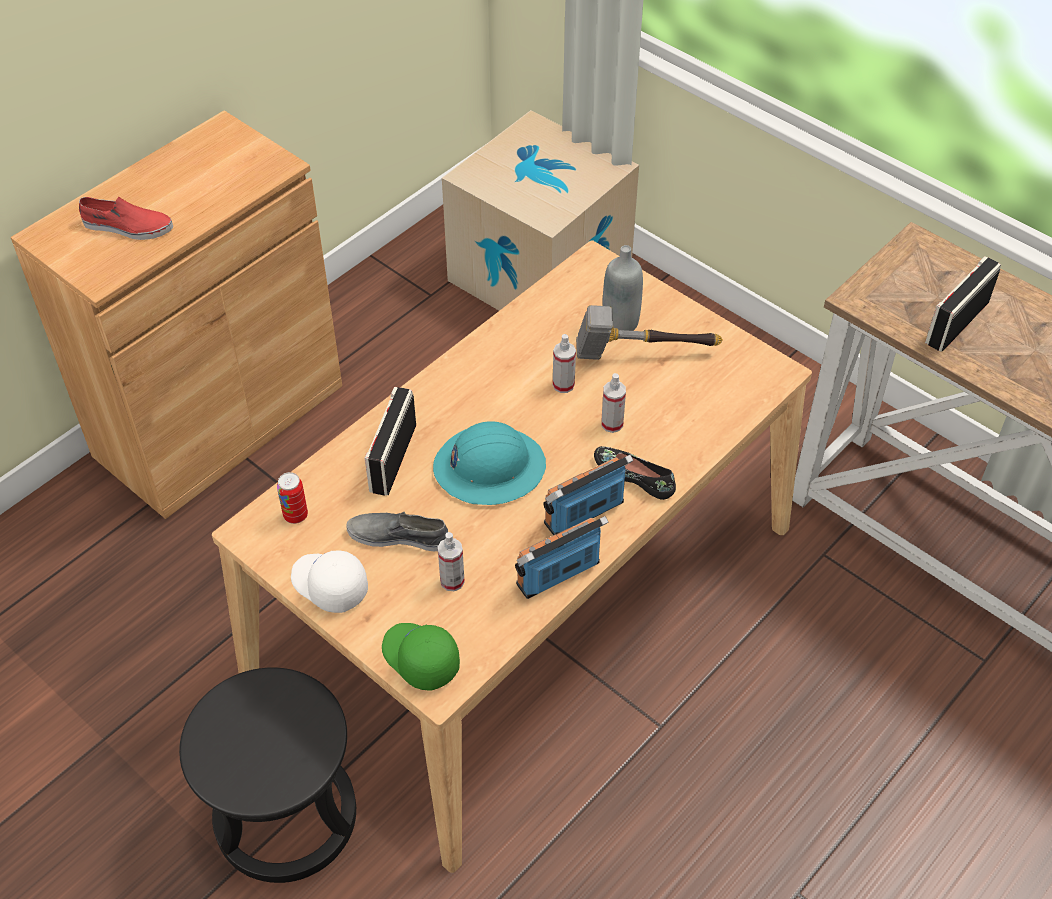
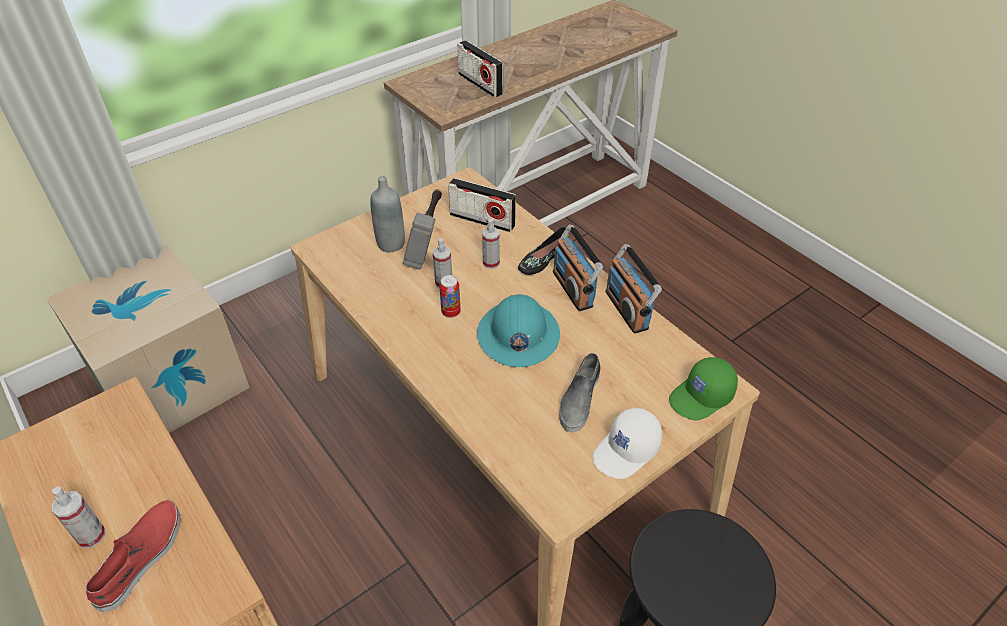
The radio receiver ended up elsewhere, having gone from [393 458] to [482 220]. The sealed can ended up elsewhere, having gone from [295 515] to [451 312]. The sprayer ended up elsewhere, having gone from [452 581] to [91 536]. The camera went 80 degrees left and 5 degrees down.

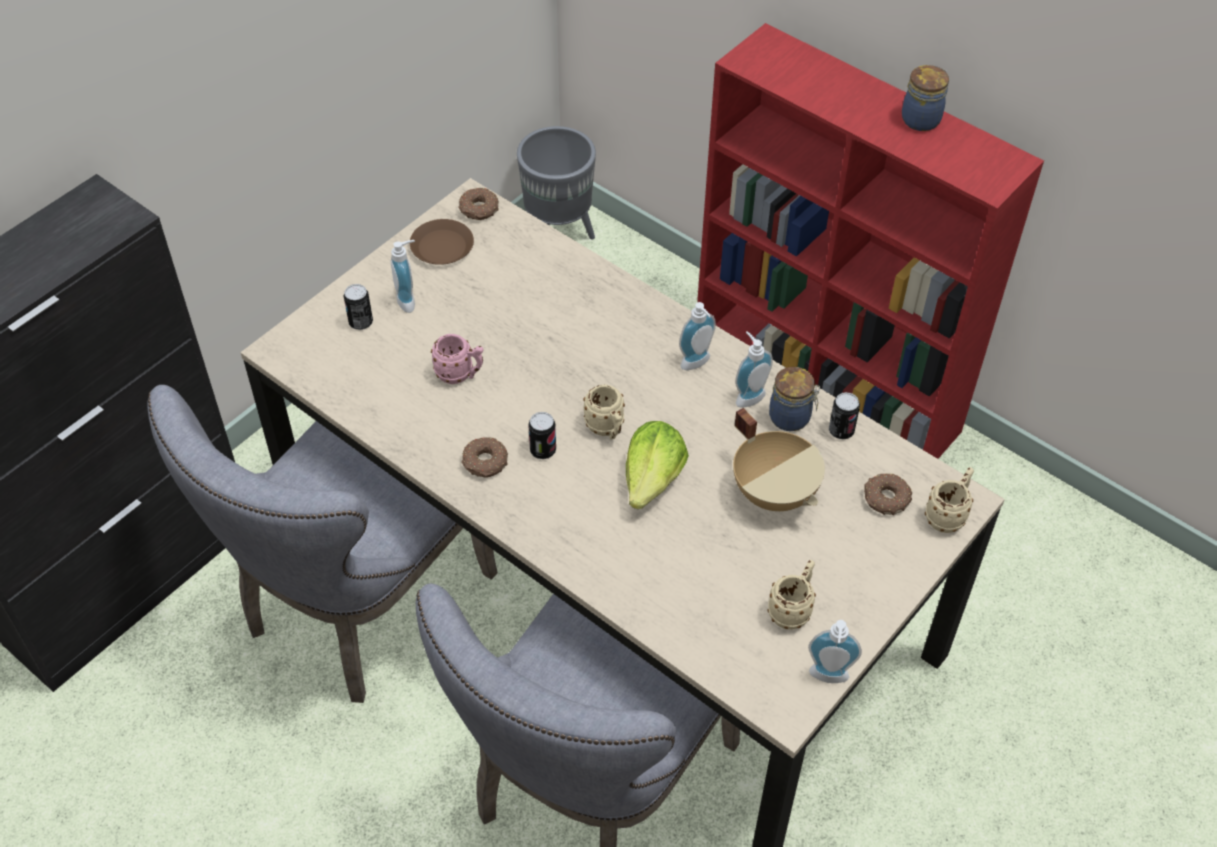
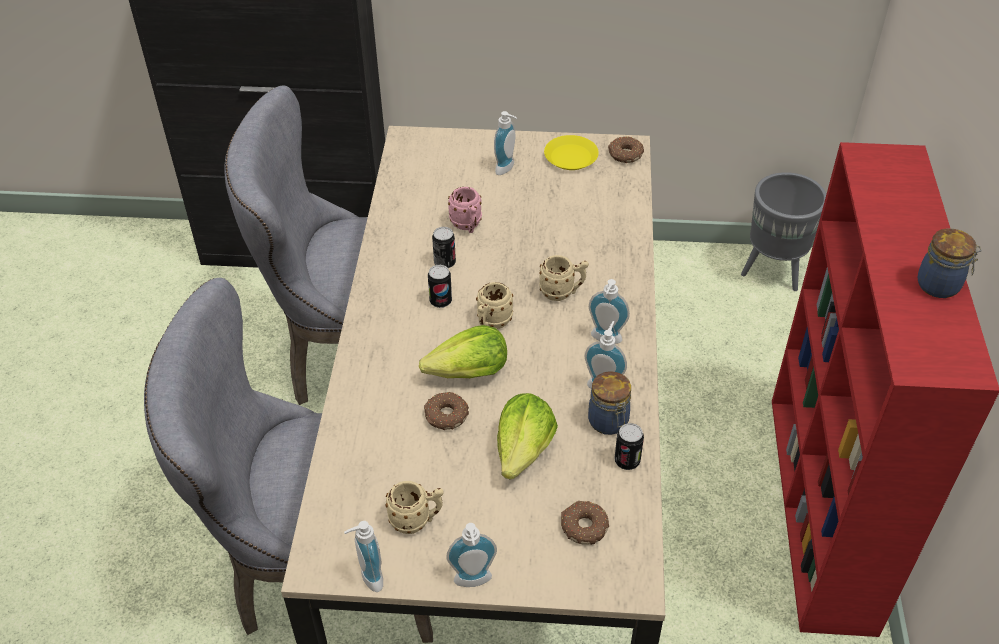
What was the plate/brown at [441 247] turned into the plate/yellow-coloured at [570 157]. The sealed can ended up elsewhere, having gone from [361 322] to [444 262]. Where the saucepot/beige-coloured stood at [775 492], the head of lettuce came to stand at [524 450]. The donut ended up elsewhere, having gone from [485 463] to [445 416]. The tea mug/beige-coloured ended up elsewhere, having gone from [948 515] to [562 292]. The second view gained the soap dispenser at [473 582]. The camera went 55 degrees right and 5 degrees down.

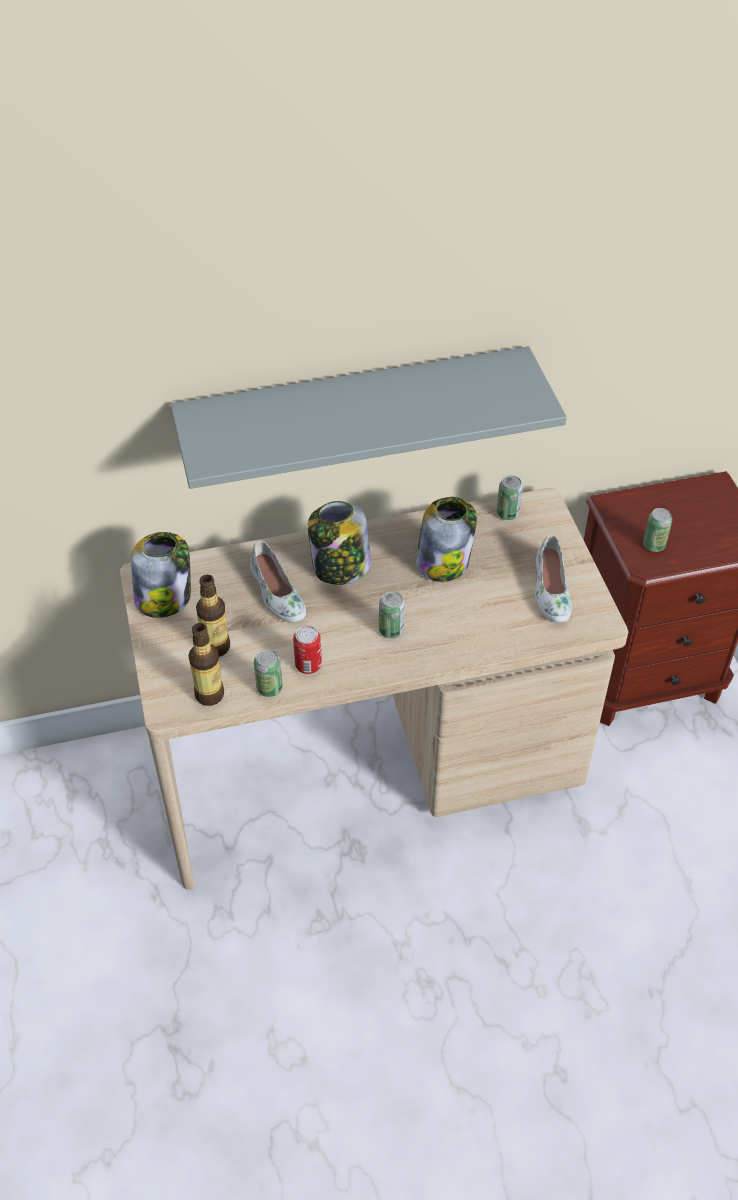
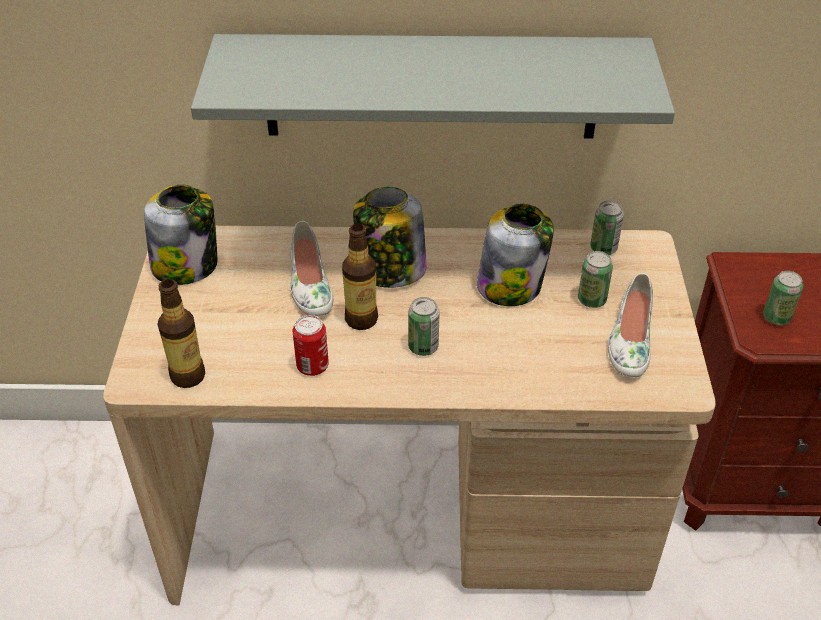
The beverage bottle ended up elsewhere, having gone from [216 647] to [361 319]. The sealed can ended up elsewhere, having gone from [269 688] to [591 300]. The camera went 15 degrees right and 5 degrees down.

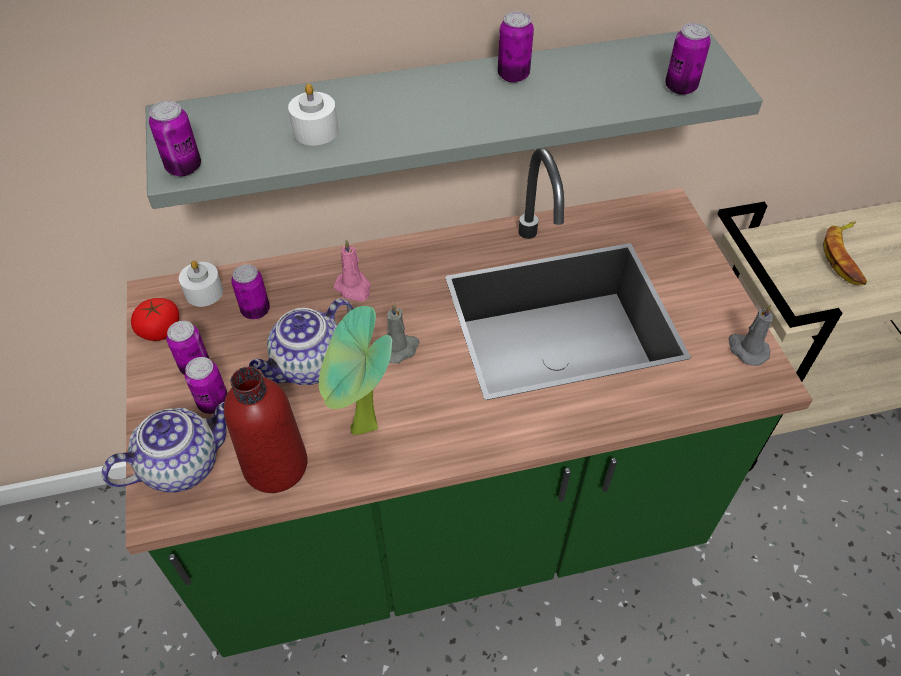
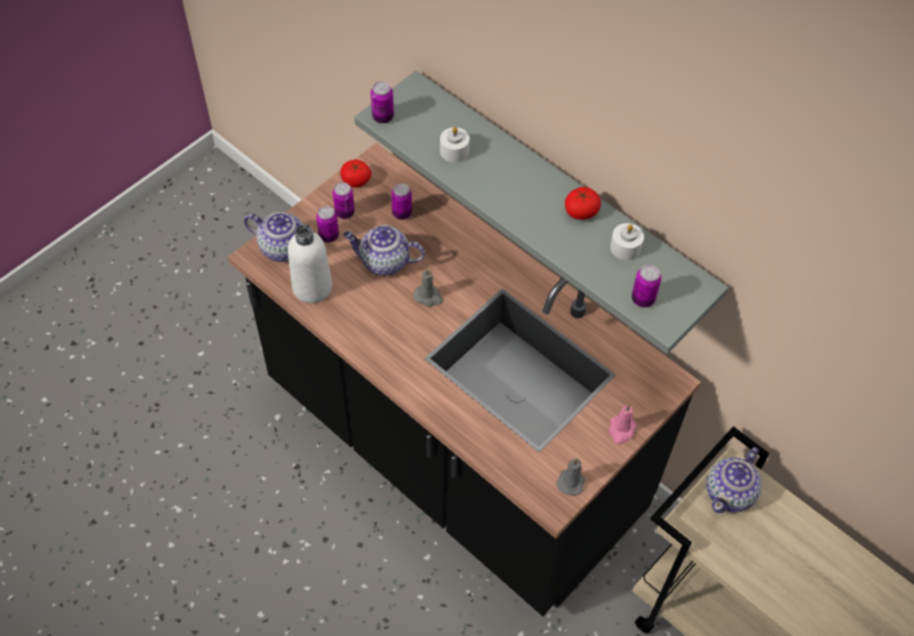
Where the sealed can stood at [513 75], the fresh tomato came to stand at [581 211]. What was the kitchen counter/green-coloured at [450 520] turned into the kitchen counter/blackish at [453 449]. The second view lost the banana fruit at [845 257]. The wax light/pink-coloured ended up elsewhere, having gone from [354 288] to [621 430]. The wax light/whitish ended up elsewhere, having gone from [204 292] to [625 247]. The second view lost the potted plant at [362 432]. What was the beverage bottle/red at [275 465] turned into the beverage bottle/whitish at [312 287]. The second view gained the tea pot at [730 493]. The camera went 55 degrees right and 5 degrees up.

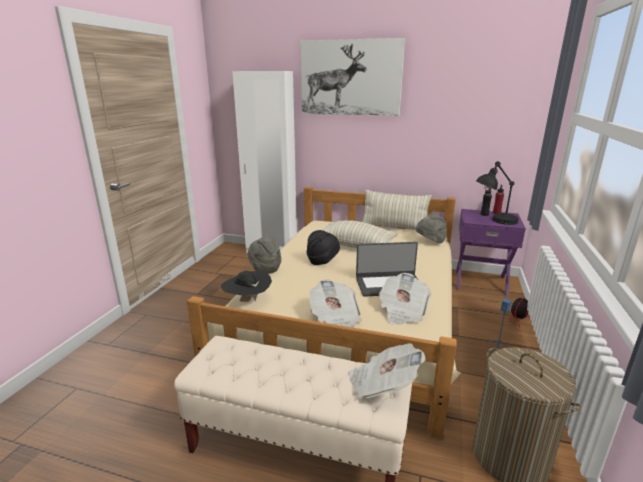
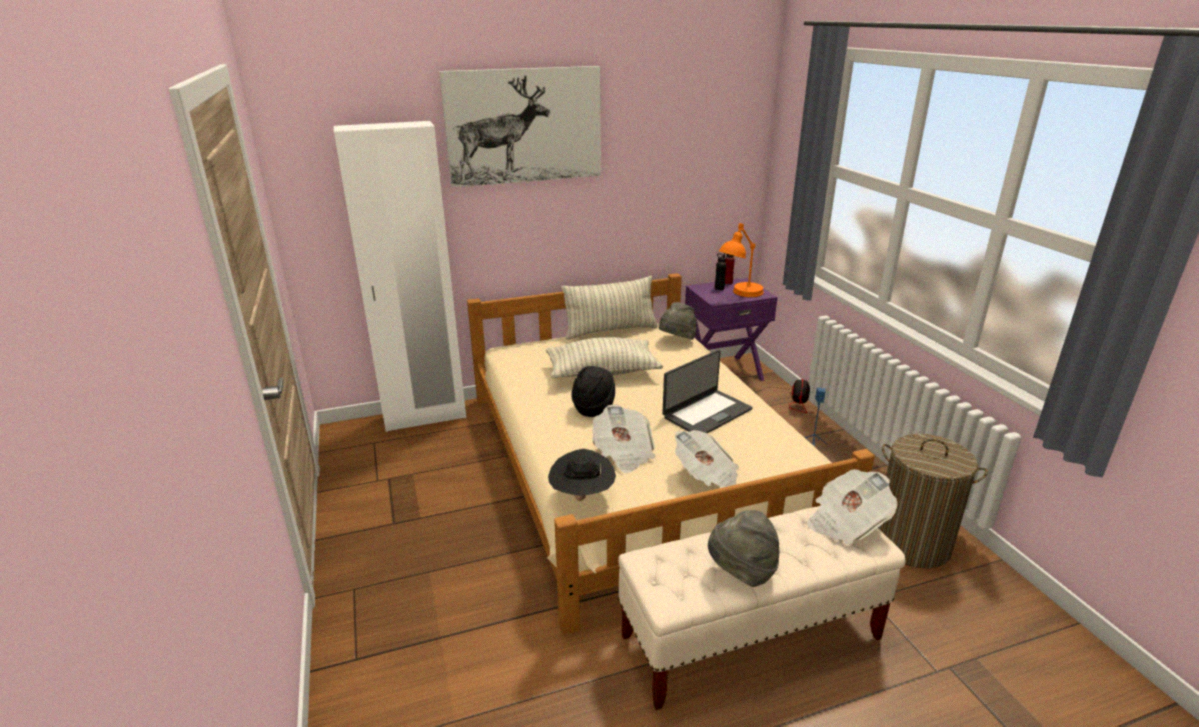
What was the lamp for a table/blackish at [494 221] turned into the lamp for a table/orange-coloured at [740 295]. The hat/greyish ended up elsewhere, having gone from [265 269] to [742 572]. The daily paper ended up elsewhere, having gone from [402 311] to [623 453]. The camera went 35 degrees left and 5 degrees up.

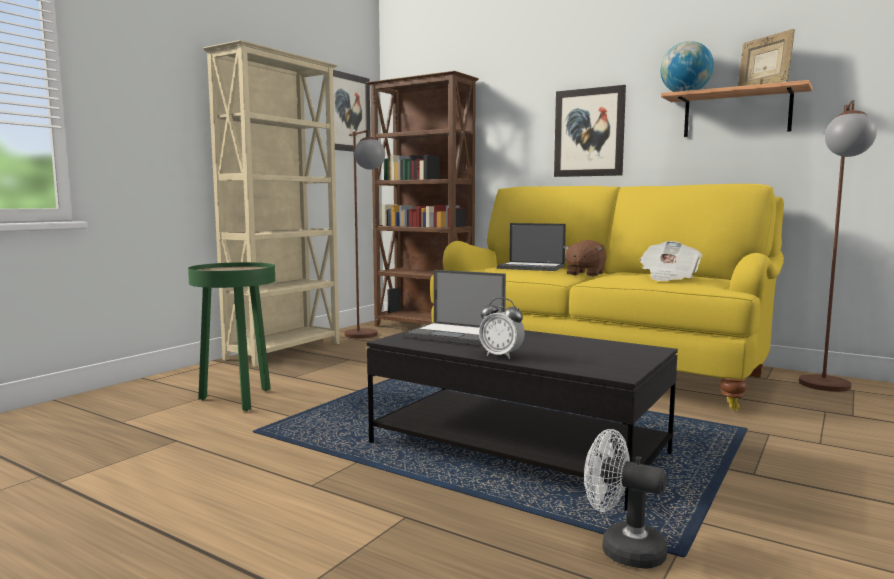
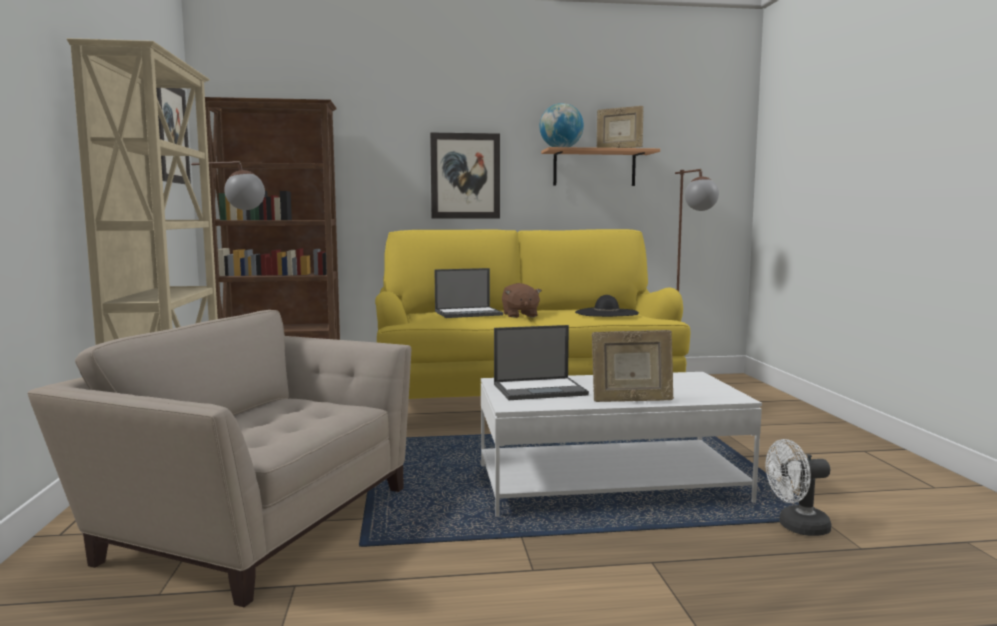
Where the daily paper stood at [668 278], the hat/blackish came to stand at [606 313]. Where the accent table/green-coloured stood at [239 400], the armchair/beige-coloured came to stand at [256 520]. Where the table clock stood at [501 356], the photo frame came to stand at [631 401]. What was the coffee table/blackish at [518 449] turned into the coffee table/whitish at [609 484]. The camera went 40 degrees left and 0 degrees up.

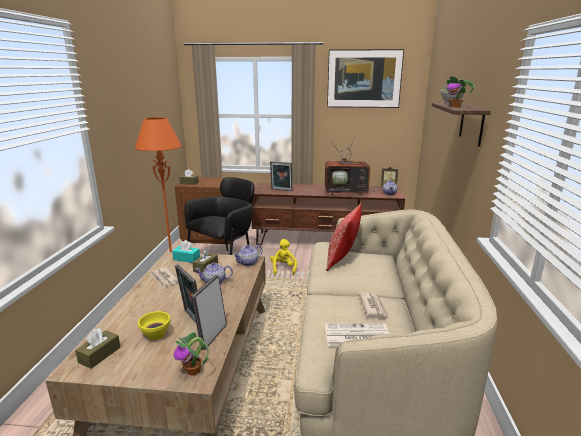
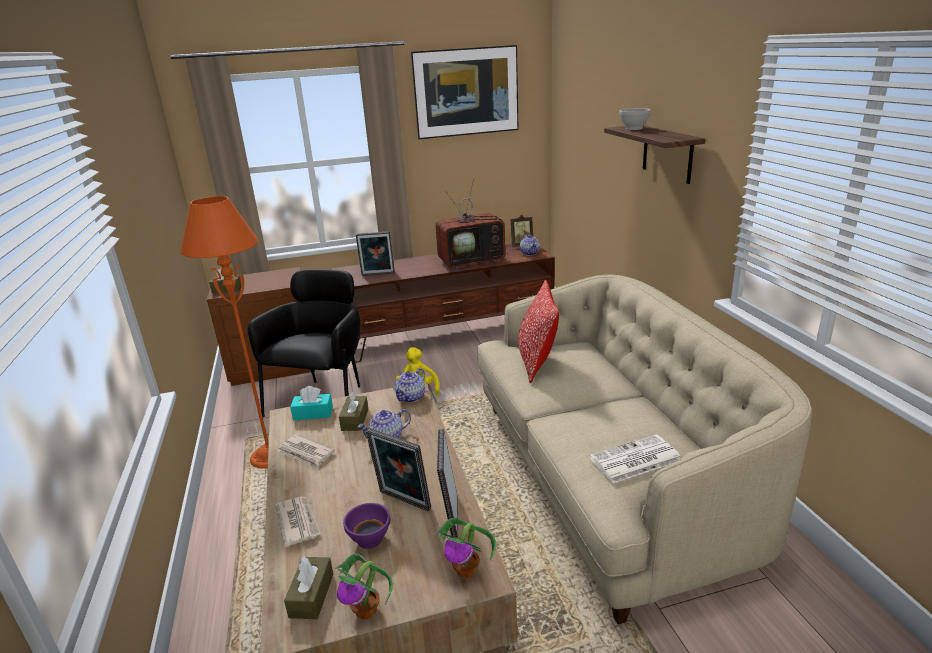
The potted plant ended up elsewhere, having gone from [455 106] to [367 610]. The daily paper ended up elsewhere, having gone from [373 306] to [298 522]. What was the deep dish/yellow-coloured at [155 335] turned into the deep dish/purple at [369 539]. The camera went 20 degrees left and 5 degrees up.

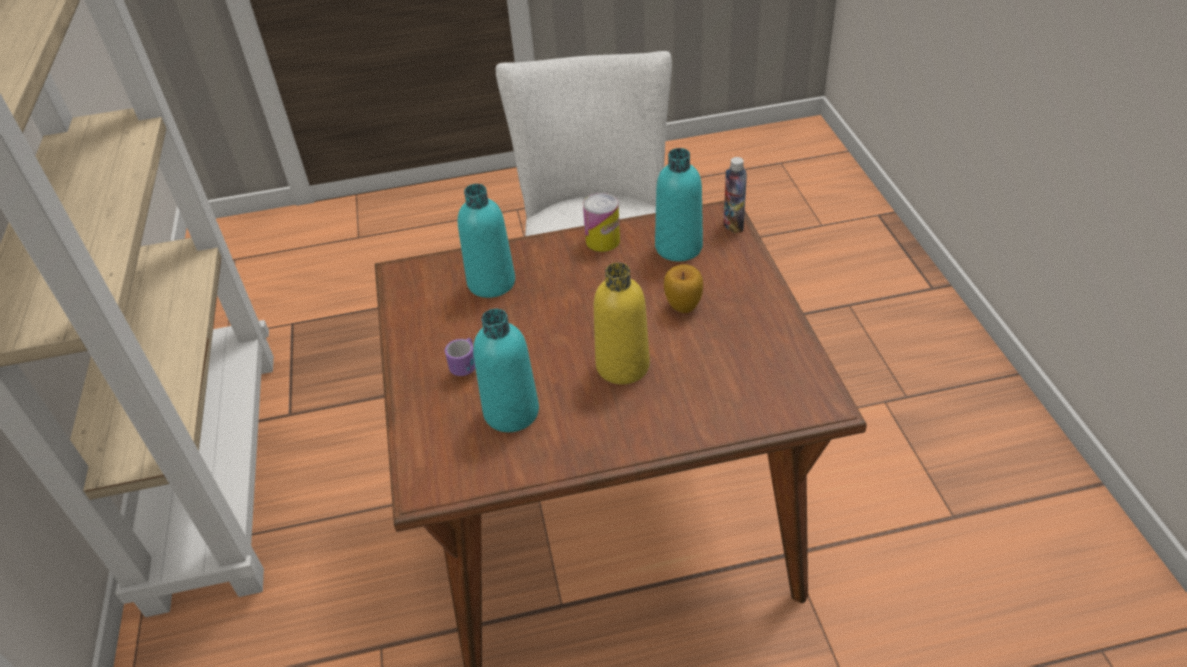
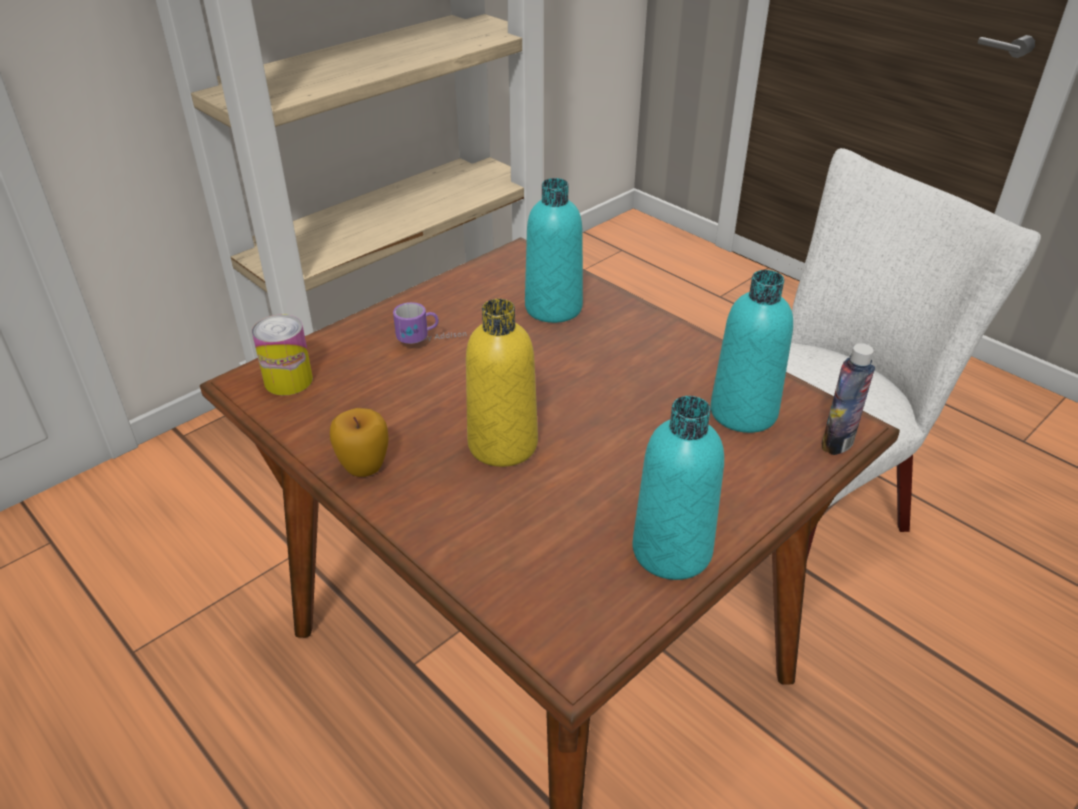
The sealed can ended up elsewhere, having gone from [603 240] to [288 380]. The apple fruit ended up elsewhere, having gone from [683 306] to [364 466]. The beverage bottle/blue-green ended up elsewhere, having gone from [511 412] to [671 551]. The camera went 55 degrees right and 5 degrees down.

